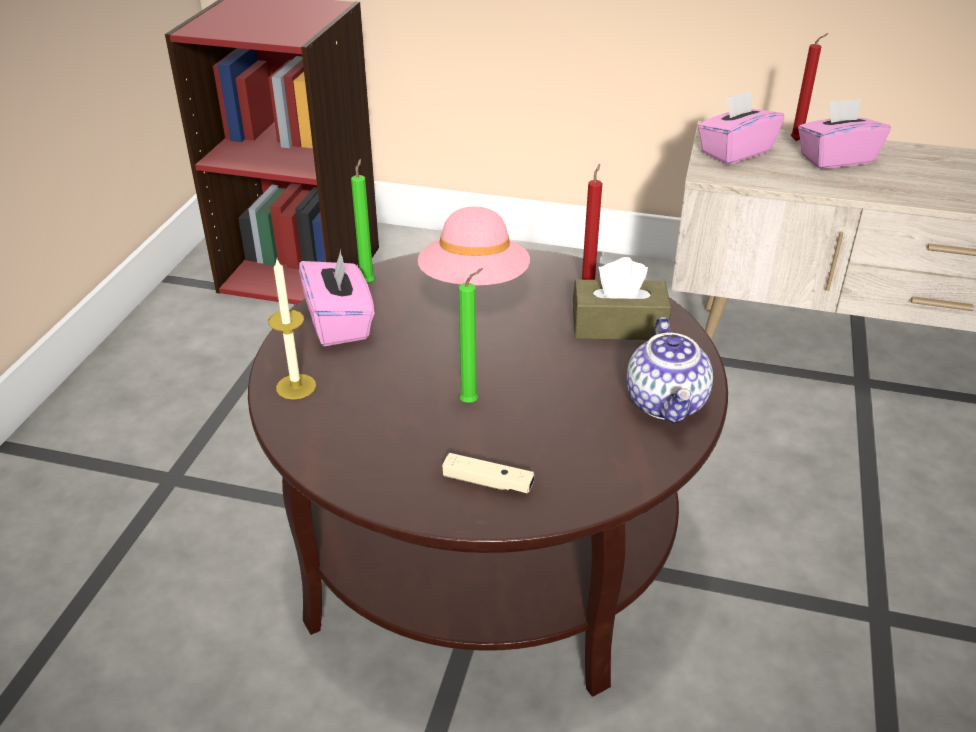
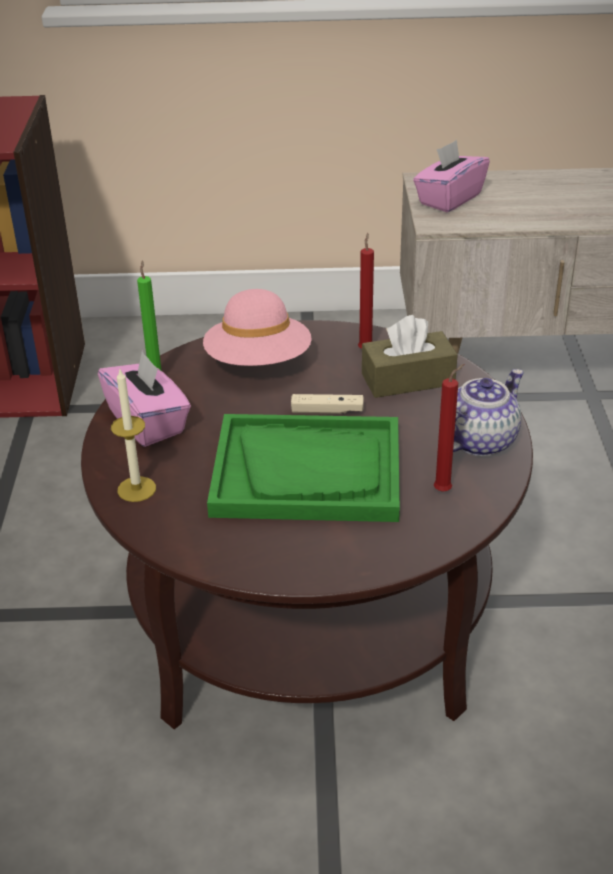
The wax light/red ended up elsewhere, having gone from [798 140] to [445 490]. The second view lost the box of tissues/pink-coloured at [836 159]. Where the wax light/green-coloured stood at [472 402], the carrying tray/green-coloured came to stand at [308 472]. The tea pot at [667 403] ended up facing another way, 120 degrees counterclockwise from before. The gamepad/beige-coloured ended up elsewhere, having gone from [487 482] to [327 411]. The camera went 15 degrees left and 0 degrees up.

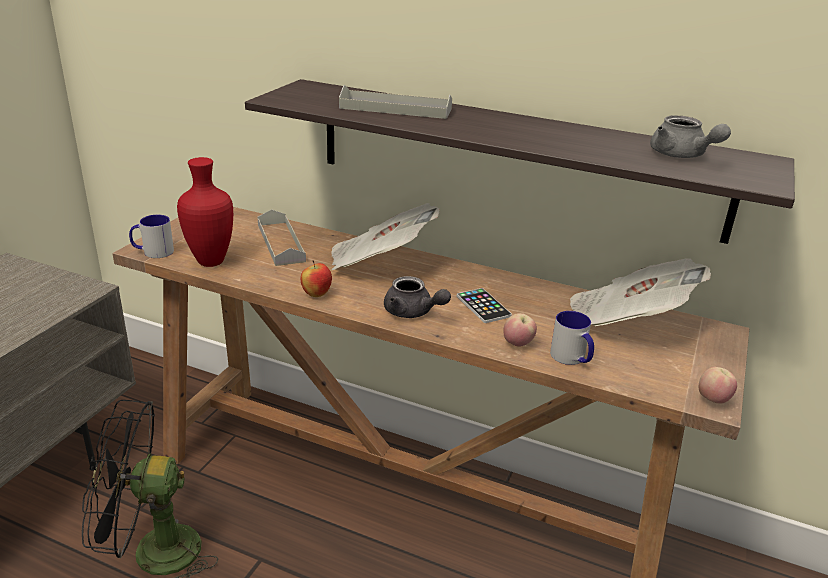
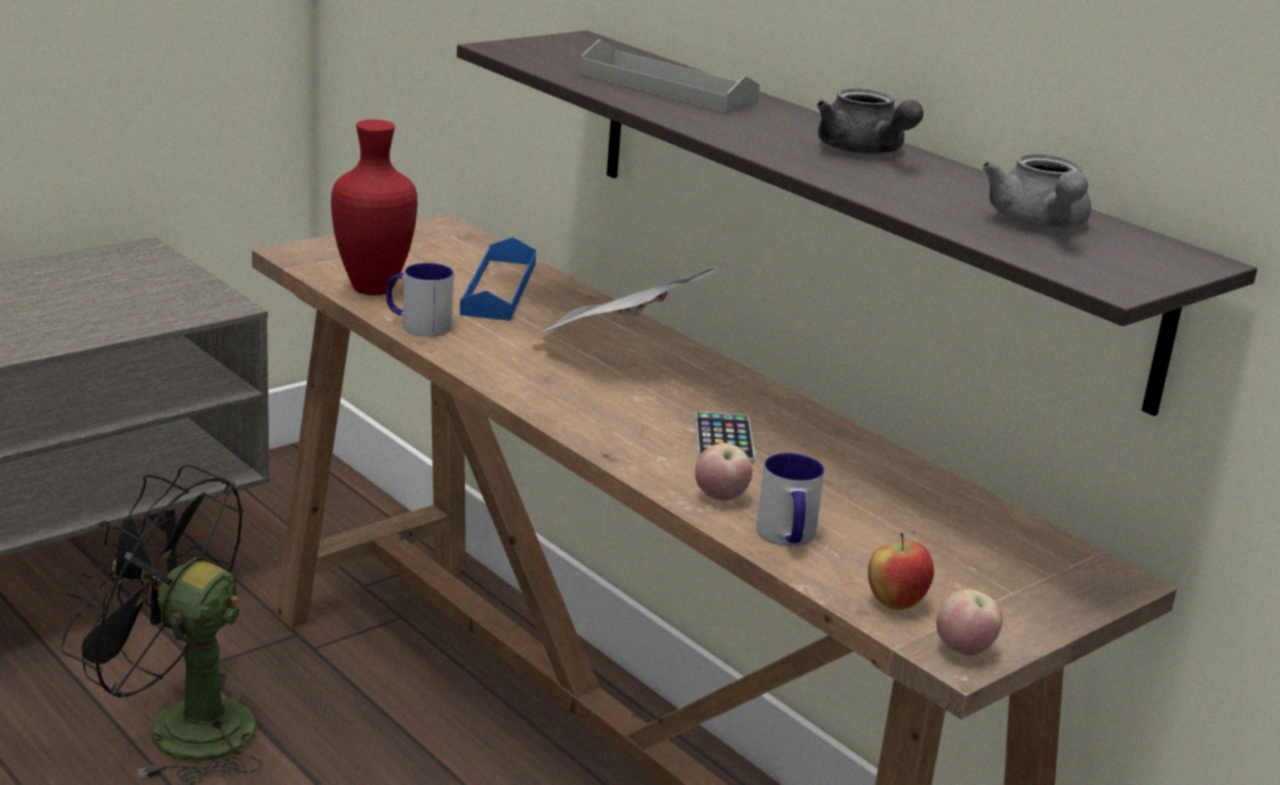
What was the carrying tray/greyish at [281 243] turned into the carrying tray/bluish at [499 289]. The tea mug ended up elsewhere, having gone from [153 252] to [418 325]. The second view lost the daily paper at [626 321]. The apple fruit ended up elsewhere, having gone from [316 294] to [895 604]. The tea pot/greyish ended up elsewhere, having gone from [413 312] to [864 152]. The camera went 25 degrees right and 5 degrees down.

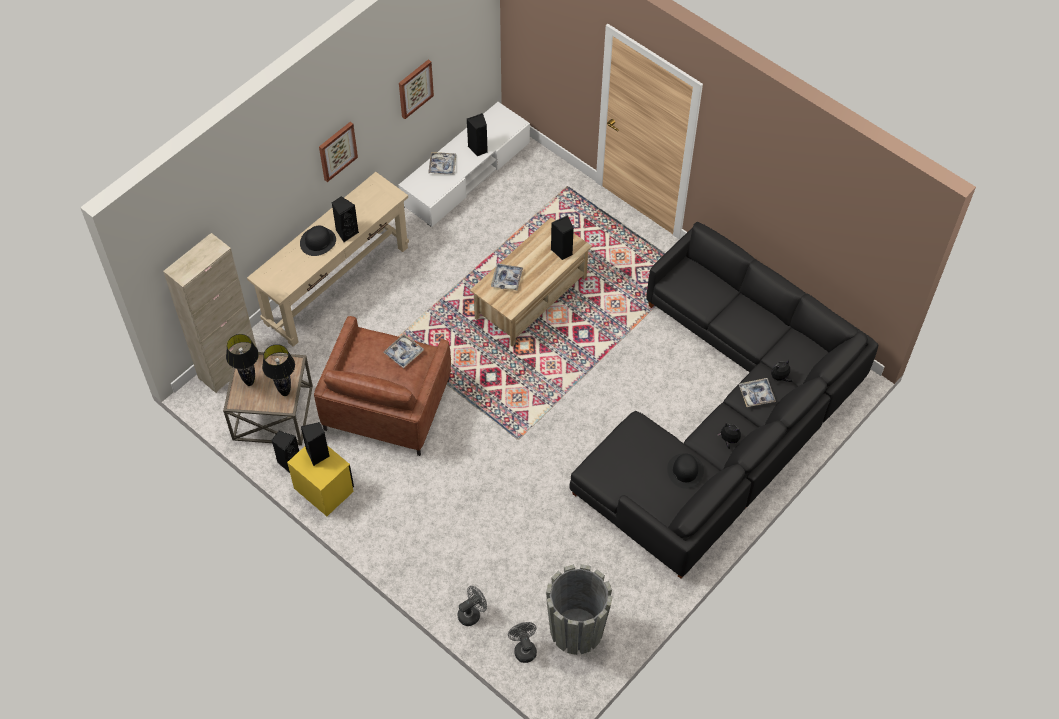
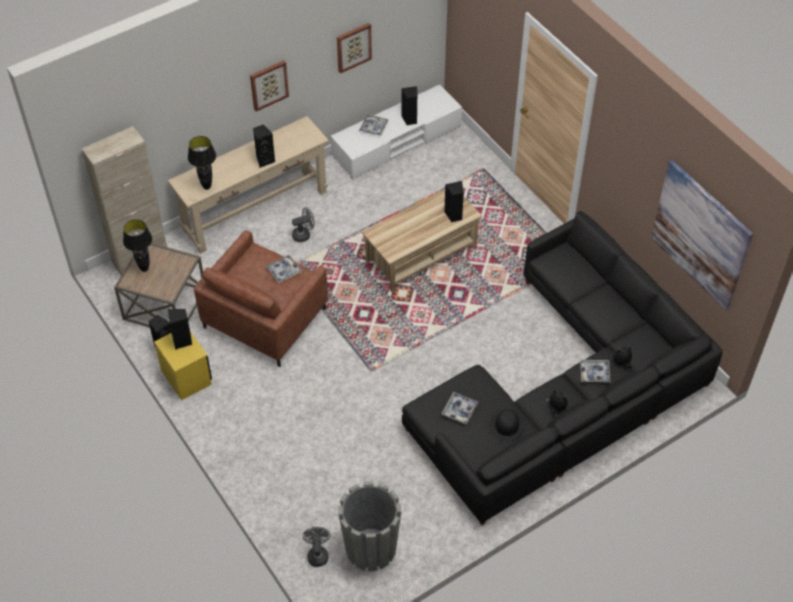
The second view lost the hat/blackish at [318 241]. The carrying tray ended up elsewhere, having gone from [507 279] to [459 410]. The lamp for a table/blackish ended up elsewhere, having gone from [285 393] to [207 187]. The electric fan/greyish ended up elsewhere, having gone from [472 613] to [304 234]. The second view gained the wall picture at [701 235]. The camera went 15 degrees right and 5 degrees down.

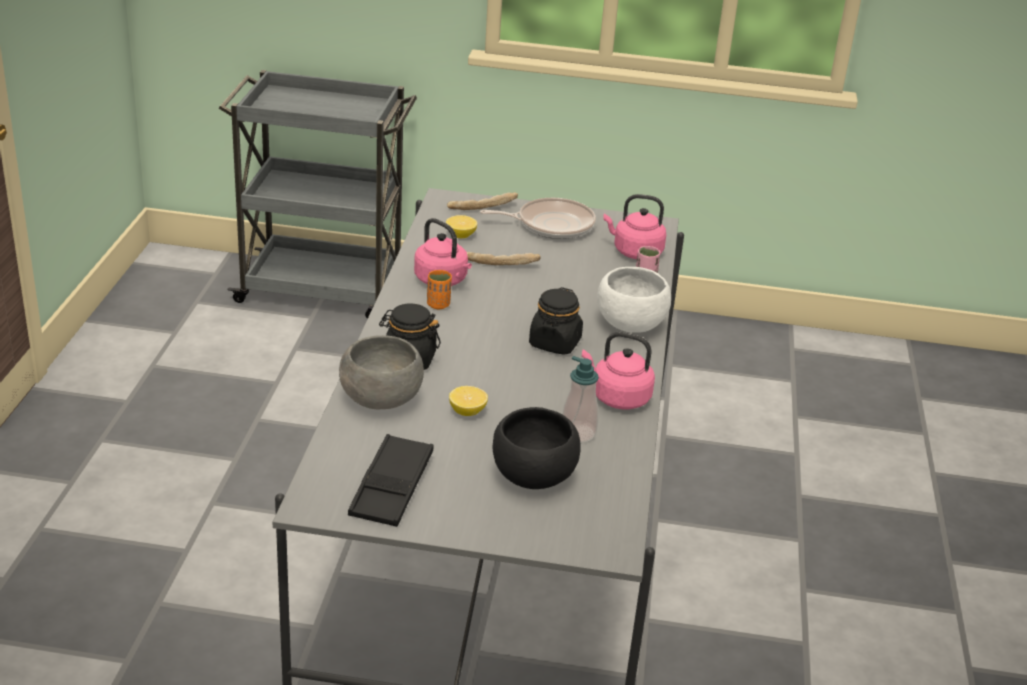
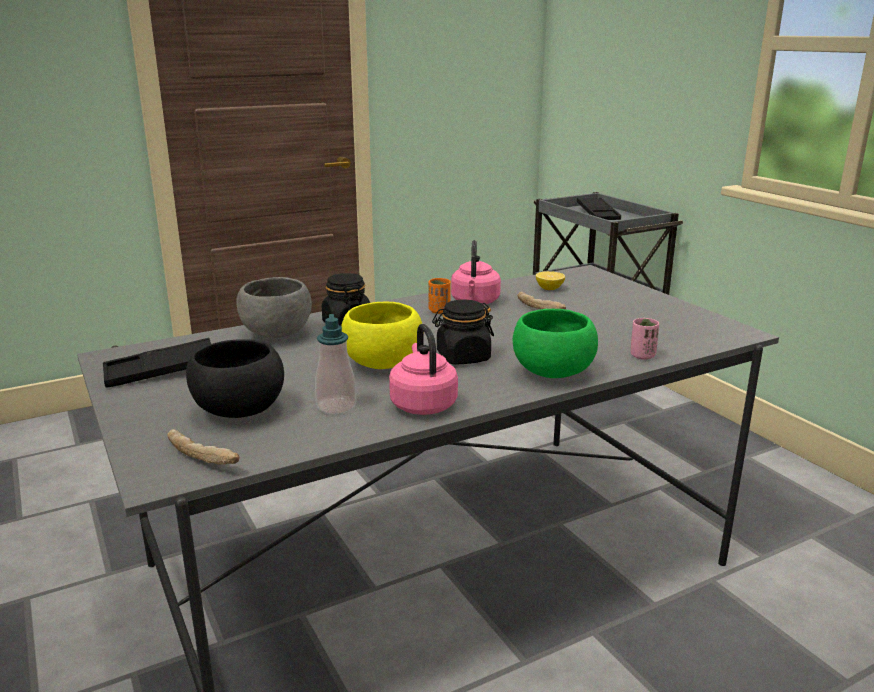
The bakery bread ended up elsewhere, having gone from [482 207] to [203 457]. The second view lost the water kettle/pink-coloured at [635 252]. The second view lost the skillet at [551 225]. What was the deep dish/whitish at [630 325] turned into the deep dish/green-coloured at [552 373]. The second view lost the citrus fruit at [467 411]. The second view gained the carrying tray/blackish at [597 214]. The second view gained the deep dish/yellow-coloured at [383 364]. The camera went 55 degrees right and 10 degrees down.

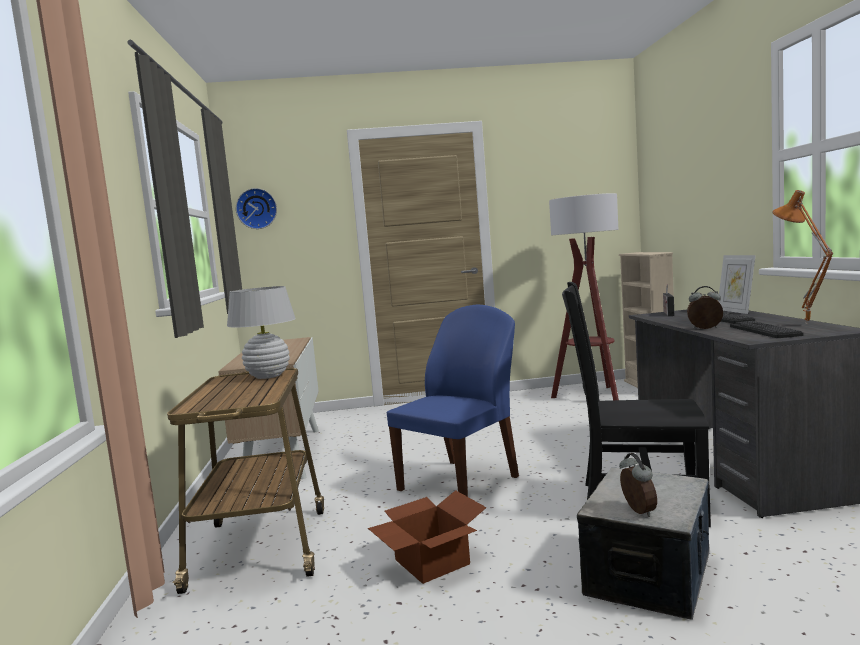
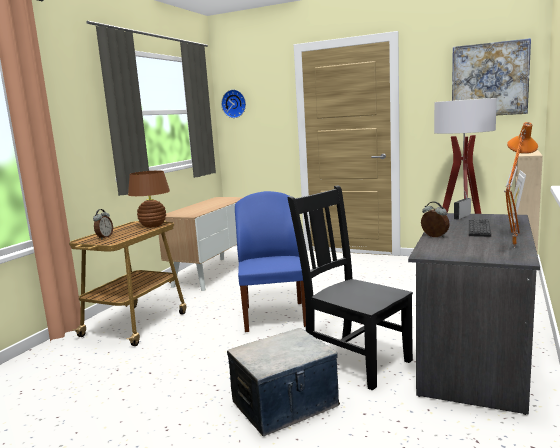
What was the lamp for a table/whitish at [268 376] turned into the lamp for a table/brown at [153 226]. The upright chair/bluish at [461 482] ended up facing another way, 75 degrees counterclockwise from before. The second view lost the PC keyboard at [764 331]. The table clock ended up elsewhere, having gone from [637 511] to [104 237]. The second view lost the packing box at [429 562]. The second view gained the wall picture at [489 79]. The camera went 30 degrees right and 5 degrees up.

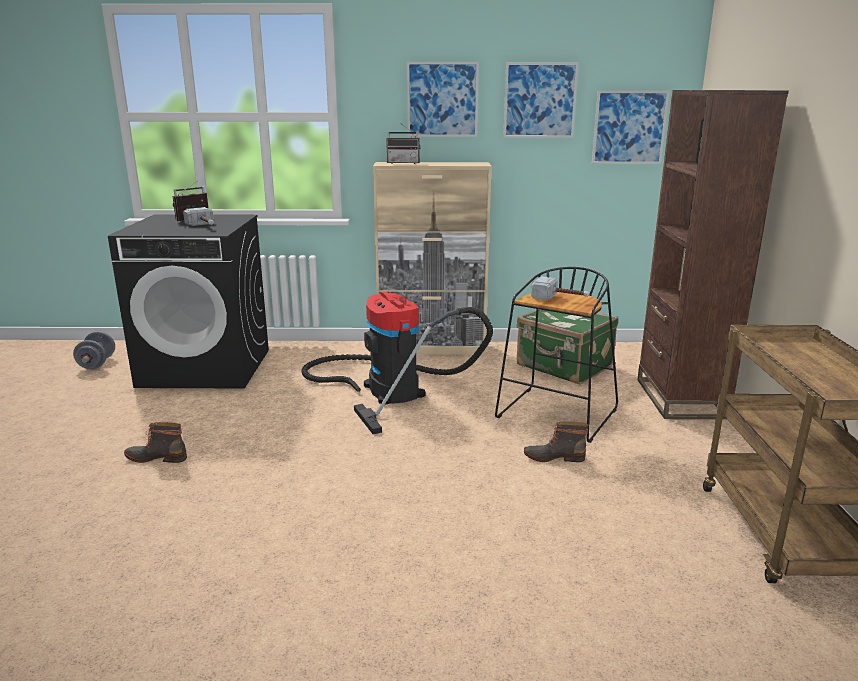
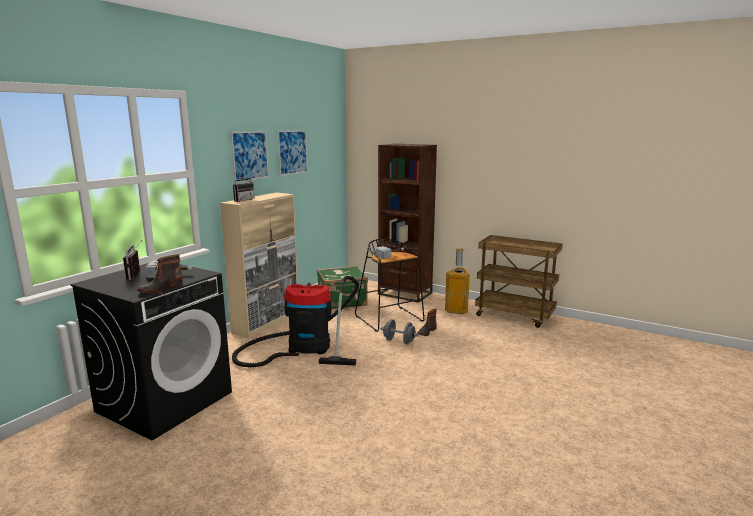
The second view lost the wall picture at [629 127]. The dumbbell/greyish ended up elsewhere, having gone from [97 363] to [399 341]. The tall boot ended up elsewhere, having gone from [157 457] to [160 288]. The second view gained the trash can at [457 310]. The camera went 60 degrees left and 5 degrees down.

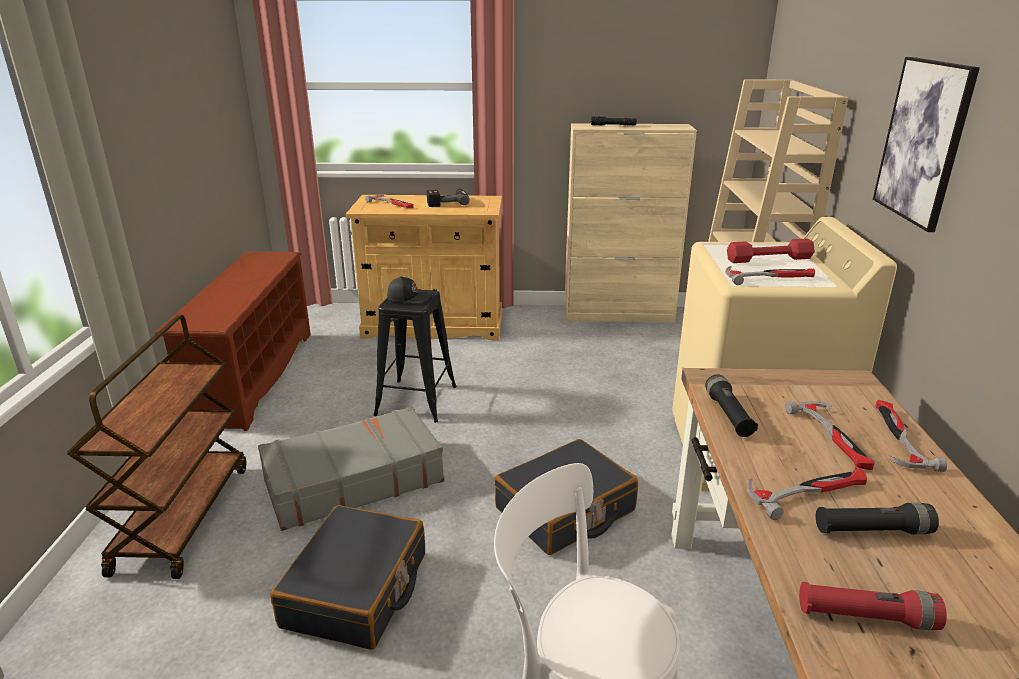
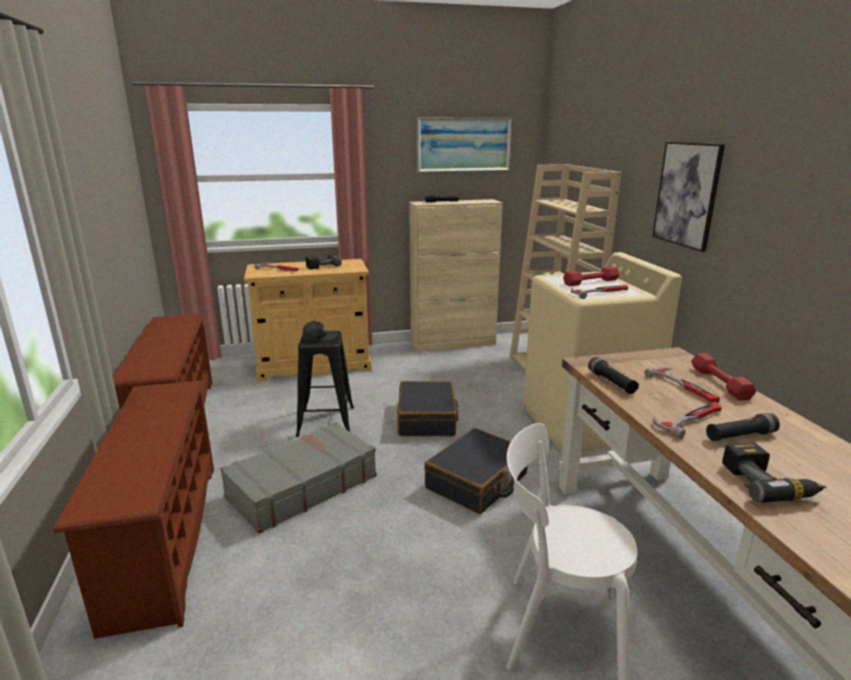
Where the cart/brown stood at [182 516], the shoe stand/brown came to stand at [163 538]. Where the hand hammer stood at [896 438], the dumbbell/red came to stand at [719 383]. The suitcase/blackish ended up elsewhere, having gone from [357 590] to [427 419]. Where the torch/red stood at [866 617], the electric drill came to stand at [768 483]. The second view gained the wall picture at [464 144]. The camera went 15 degrees left and 5 degrees down.

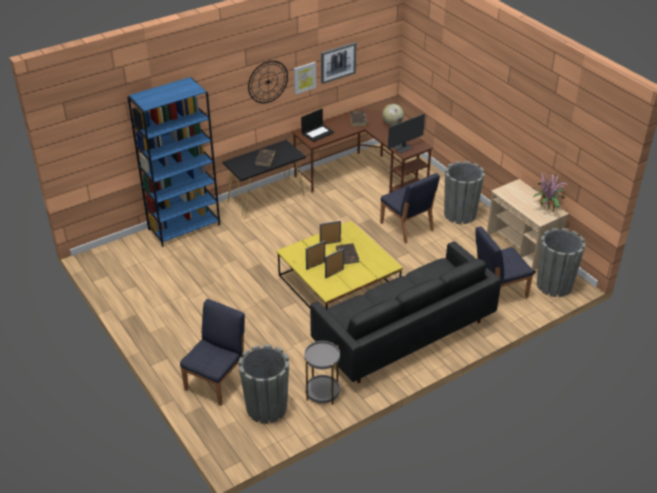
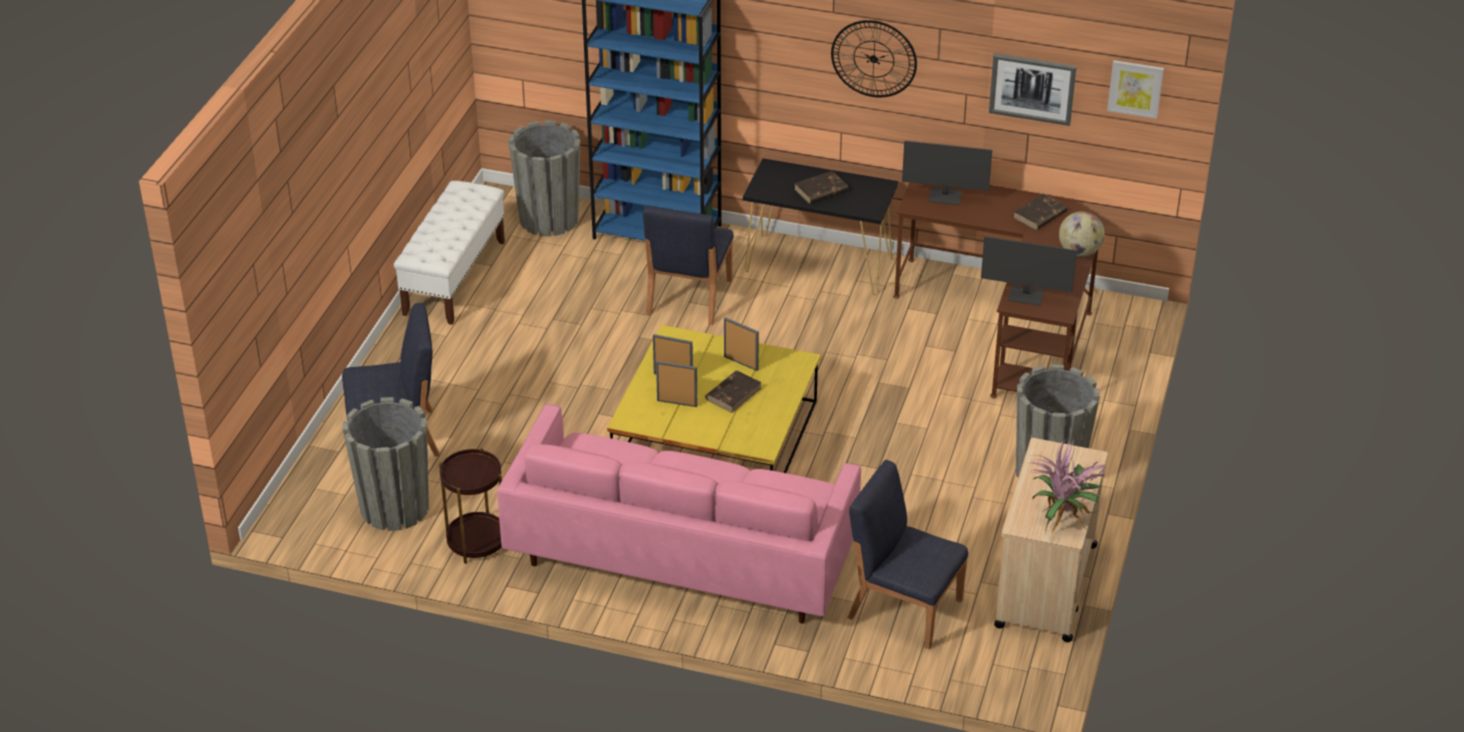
The wall picture ended up elsewhere, having gone from [304 77] to [1135 88]. Where the portable computer stood at [317 133], the monitor came to stand at [945 197]. The upright chair/bluish ended up elsewhere, having gone from [407 227] to [688 297]. The flower pot/greyish ended up elsewhere, having gone from [554 285] to [549 219]. What was the couch/blackish at [402 334] turned into the couch/pink-coloured at [681 557]. What was the accent table/greyish at [322 392] turned into the accent table/brown at [477 542]. The second view gained the bench/whitish at [454 277]. The camera went 50 degrees right and 0 degrees up.

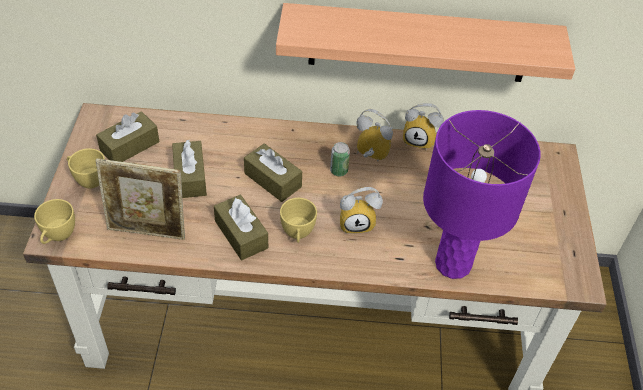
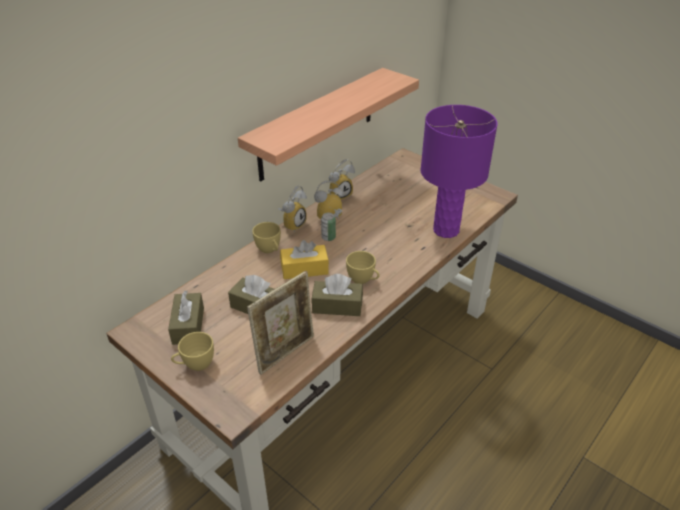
What was the box of tissues/brown at [272 180] turned into the box of tissues/yellow-coloured at [304 269]. The table clock ended up elsewhere, having gone from [357 223] to [292 224]. The cup/yellow-coloured ended up elsewhere, having gone from [58 236] to [269 250]. The camera went 50 degrees left and 10 degrees down.

